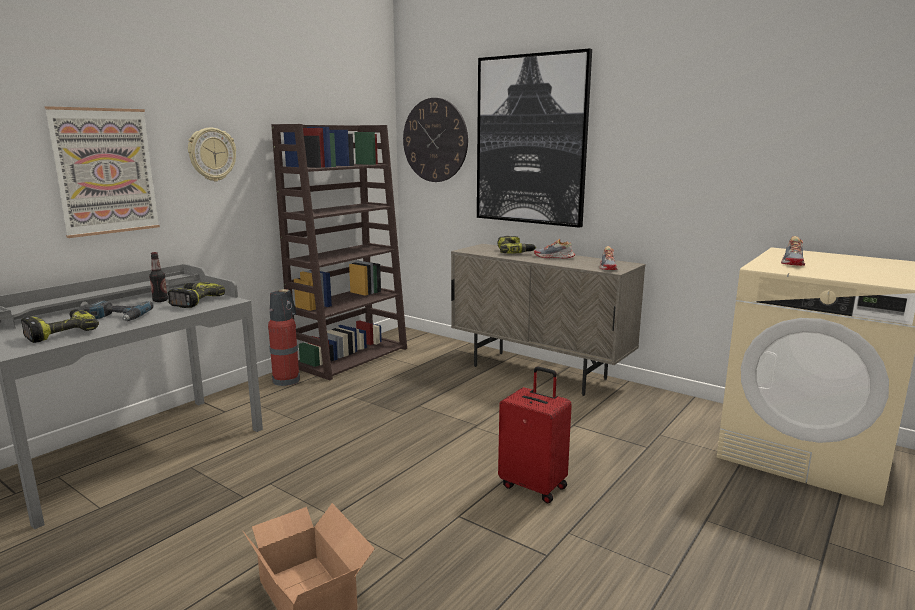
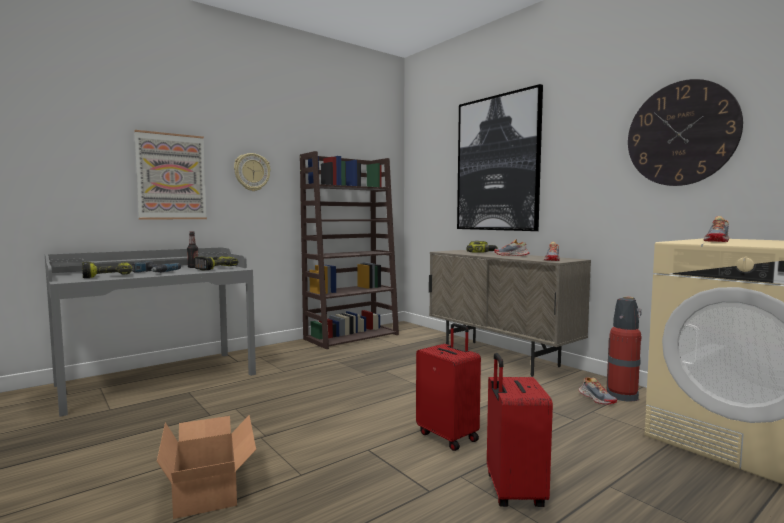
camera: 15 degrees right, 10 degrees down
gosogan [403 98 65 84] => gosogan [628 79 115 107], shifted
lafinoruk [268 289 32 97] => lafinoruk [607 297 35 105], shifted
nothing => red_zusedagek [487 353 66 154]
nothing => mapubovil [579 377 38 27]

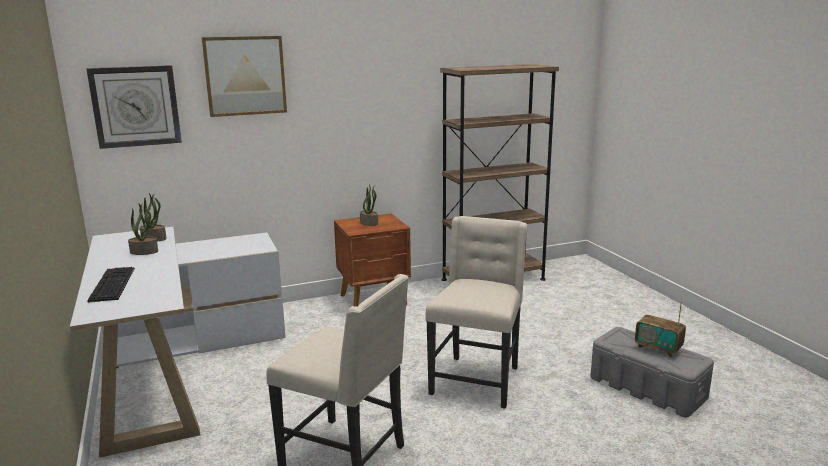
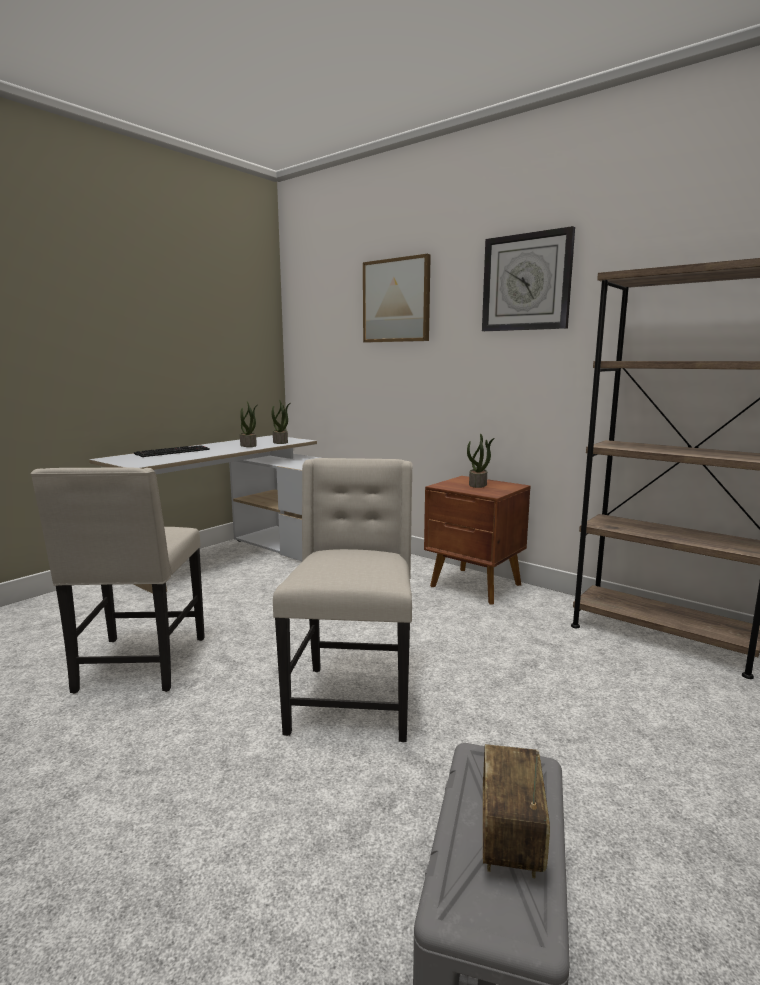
camera: 60 degrees right, 5 degrees down
gosogan [87 65 95 84] => gosogan [482 226 93 105], shifted
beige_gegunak [426 216 101 193] => beige_gegunak [273 458 139 284], 75 degrees counterclockwise

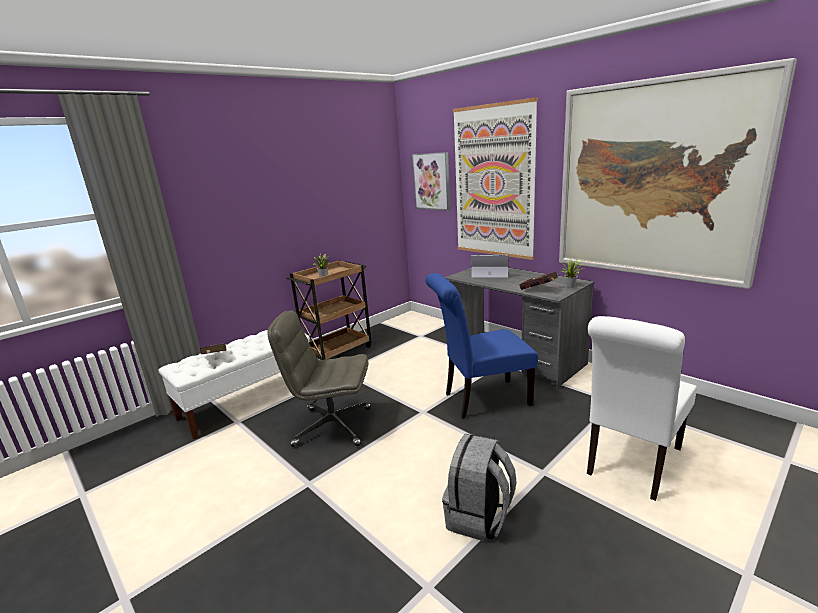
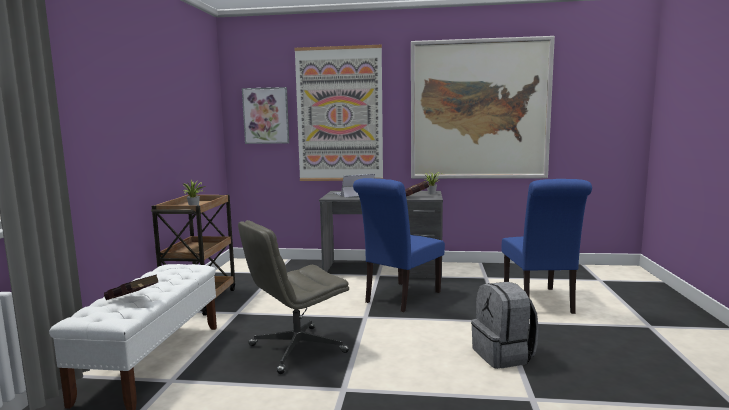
camera: 40 degrees left, 10 degrees down
white_gegunak [587 316 110 185] => blue_gegunak [502 179 90 135]

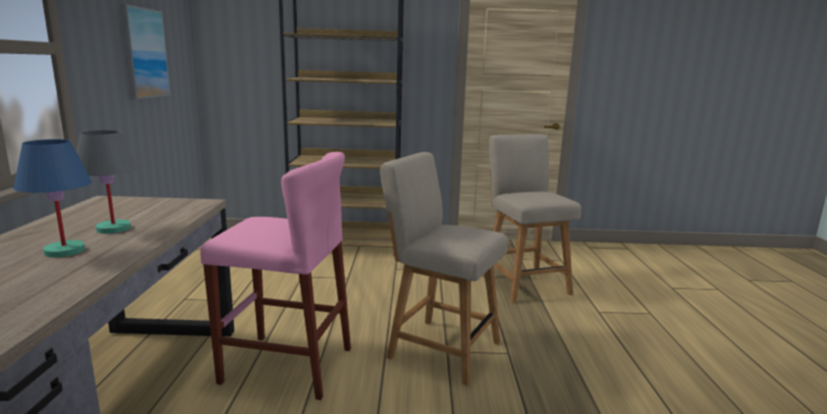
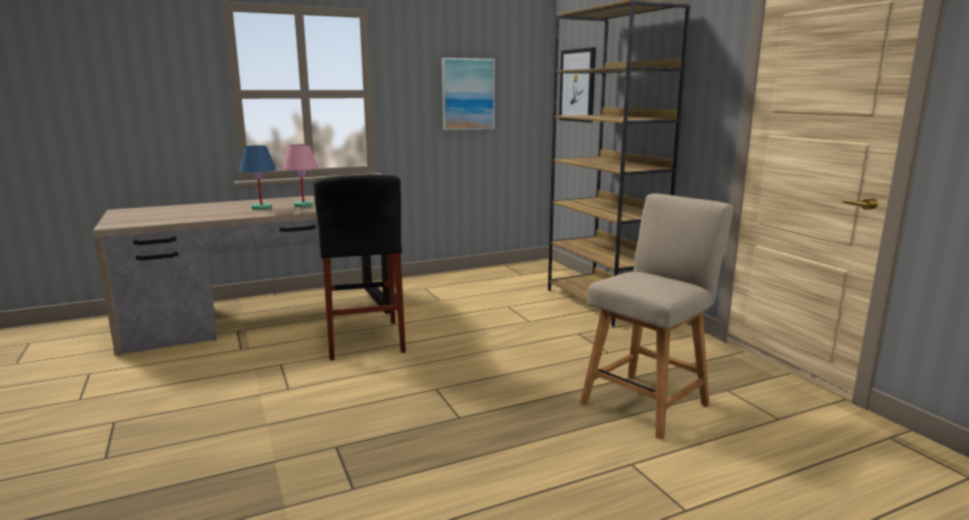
camera: 65 degrees right, 0 degrees up
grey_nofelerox [76 130 61 104] => pink_nofelerox [283 144 35 63]
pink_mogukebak [200 152 151 248] => black_mogukebak [313 174 93 186]
beige_gegunak [380 152 128 234] => nothing
nothing => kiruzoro [559 47 37 76]

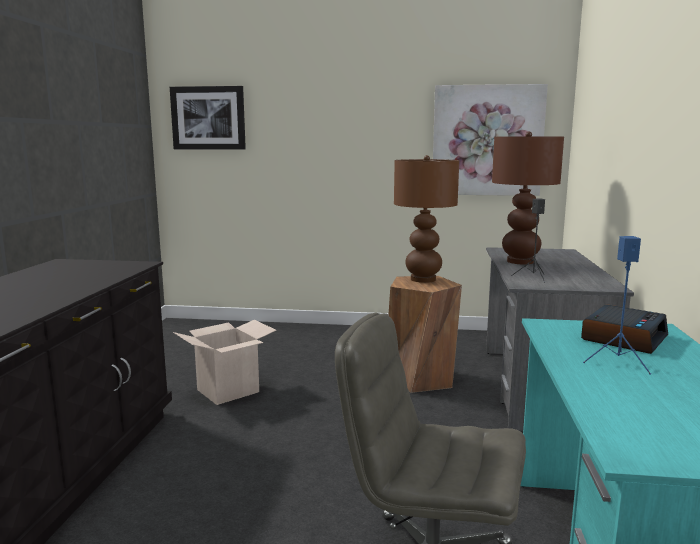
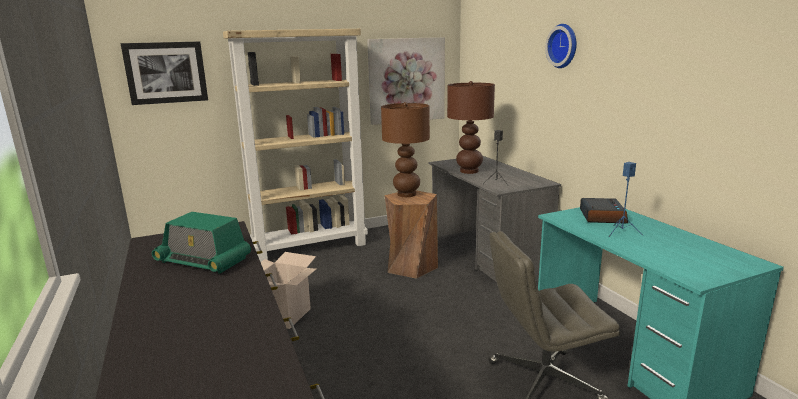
camera: 30 degrees left, 5 degrees up
nothing => gosogan [545 24 32 44]
nothing => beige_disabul [223 29 145 233]
nothing => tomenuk [152 212 99 62]

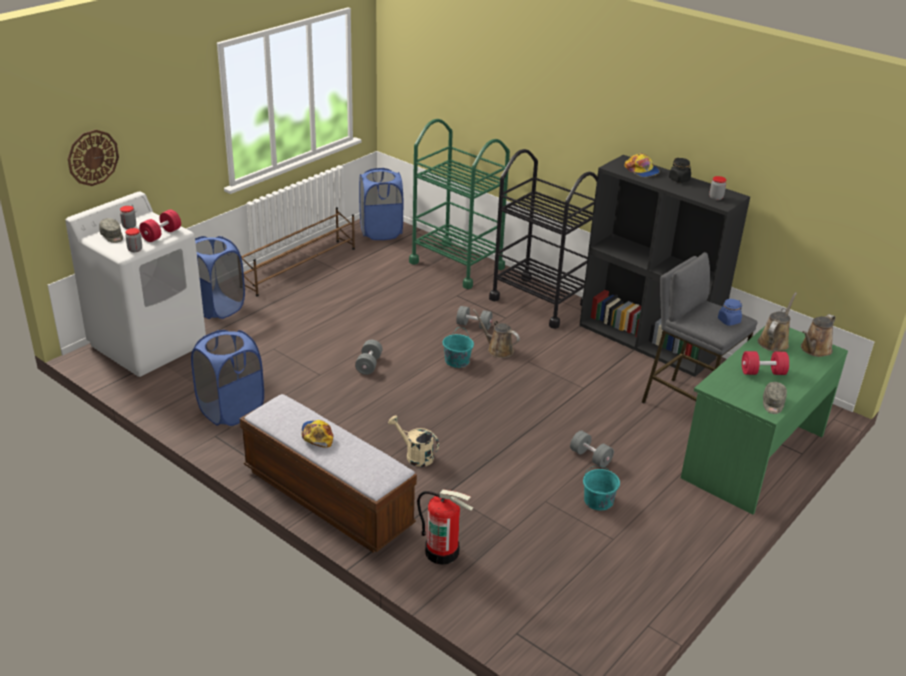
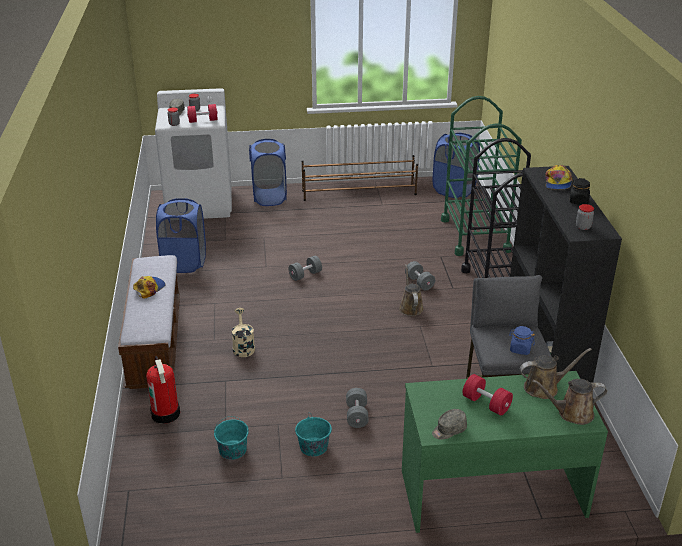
camera: 45 degrees right, 0 degrees up
gosogan [68 130 51 56] => nothing
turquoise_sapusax [443 327 31 41] => turquoise_sapusax [214 416 35 44], shifted

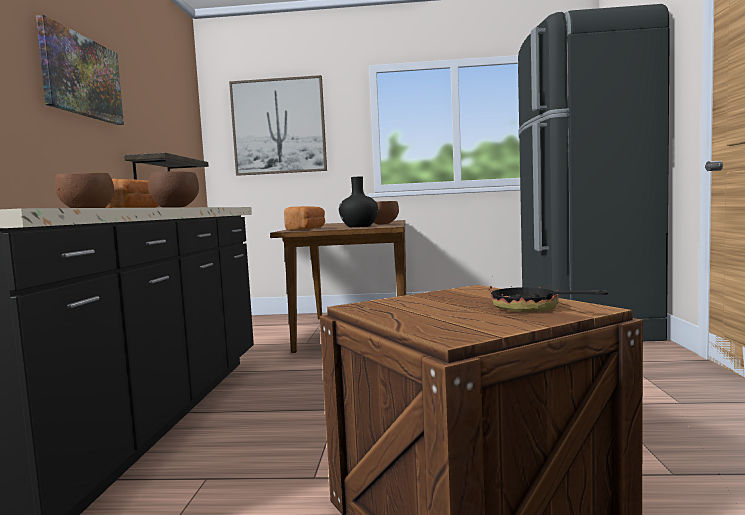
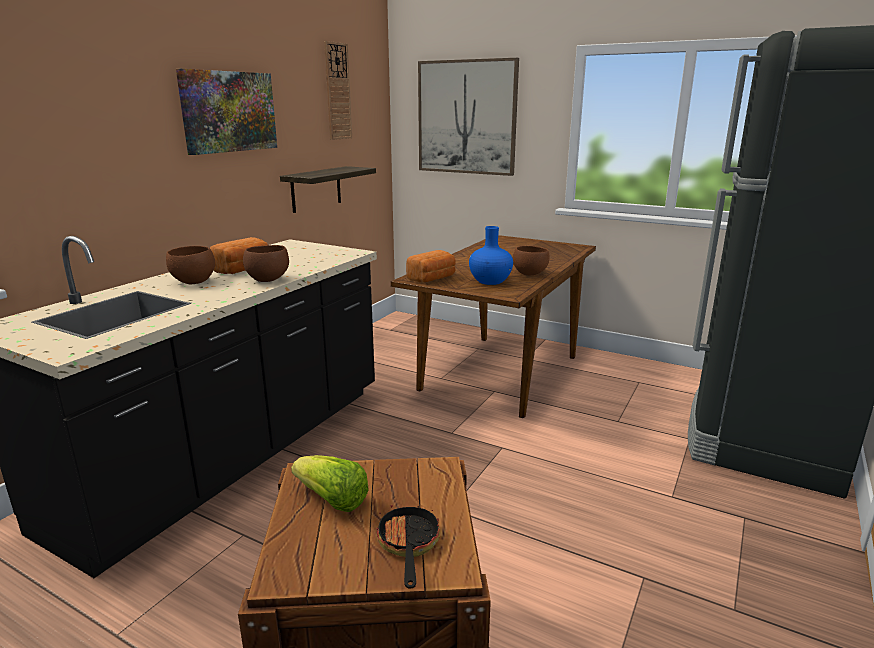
camera: 25 degrees right, 15 degrees up
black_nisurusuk [339 177 39 50] => blue_nisurusuk [469 226 44 59]
nothing => gosogan [324 41 28 99]
nothing => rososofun [291 455 78 57]

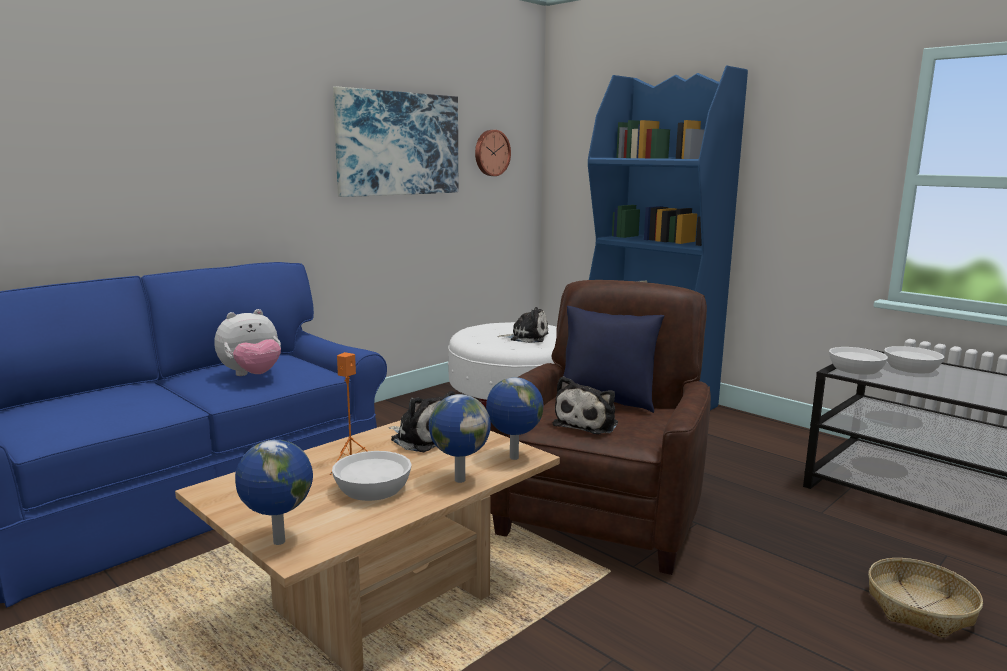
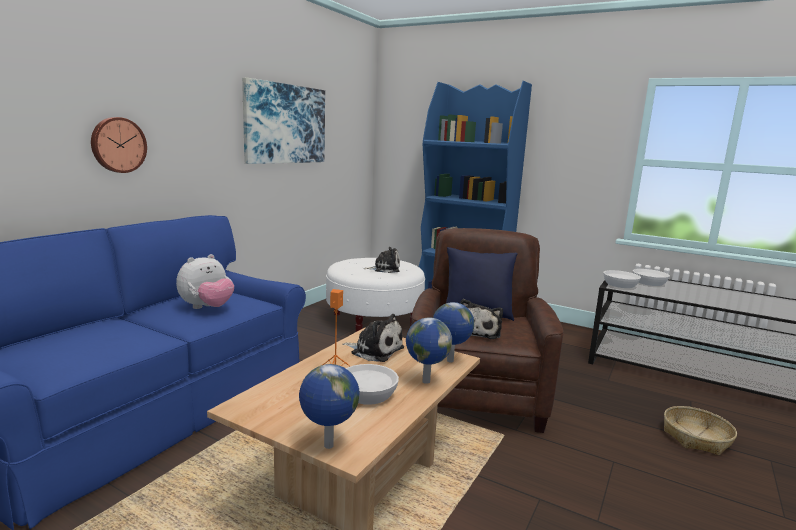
camera: 15 degrees left, 0 degrees up
gosogan [475 130 36 46] => gosogan [91 117 56 56], shifted

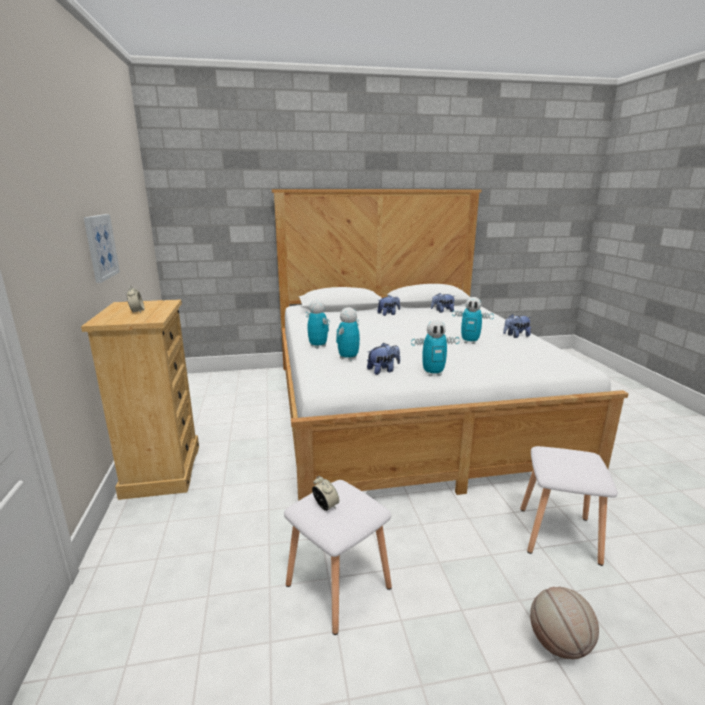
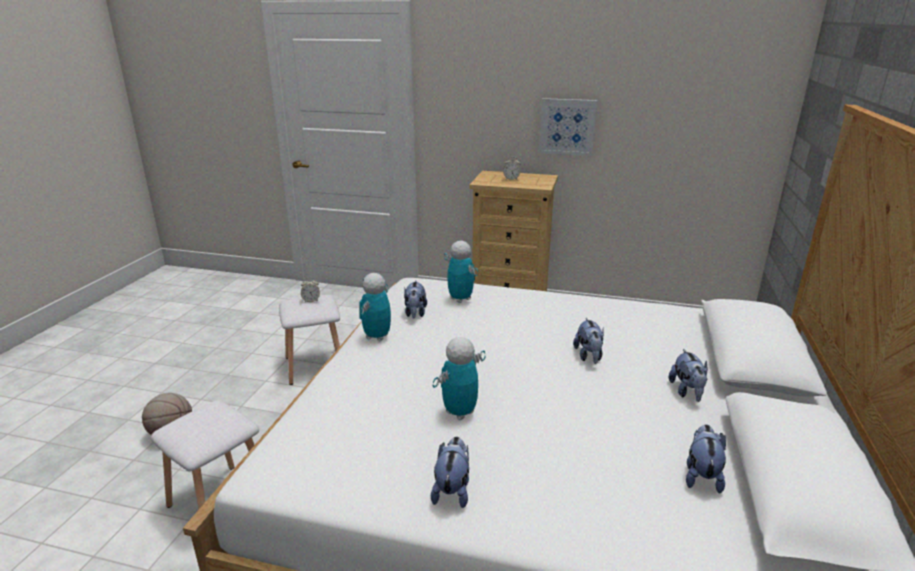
camera: 115 degrees right, 5 degrees up
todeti [306 300 24 49] => nothing
nothing => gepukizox [573 318 31 46]

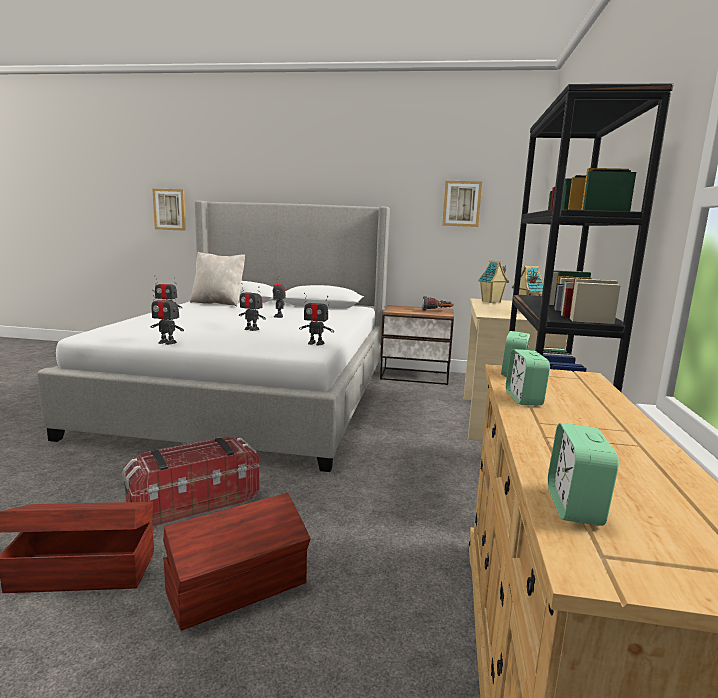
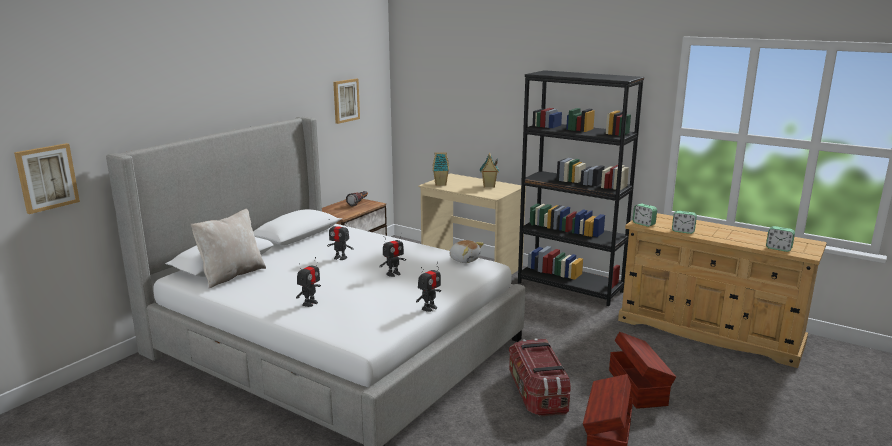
camera: 65 degrees left, 5 degrees up
todeti [299 293 35 52] => gepukizox [450 240 34 23]

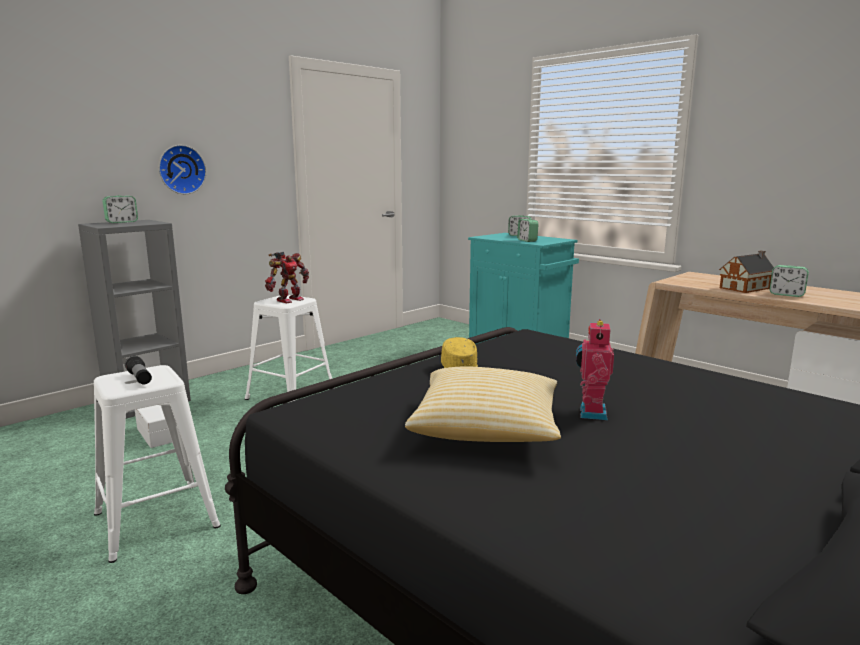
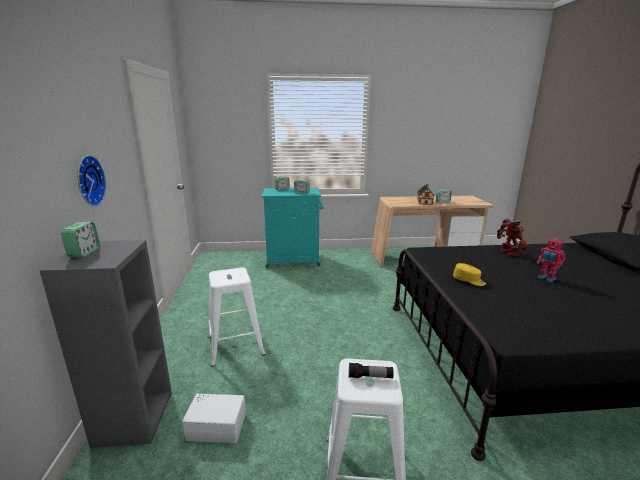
camera: 50 degrees left, 5 degrees up
todeti [265 252 44 52] => todeti [497 219 30 37], shifted
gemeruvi [405 366 156 76] => nothing

